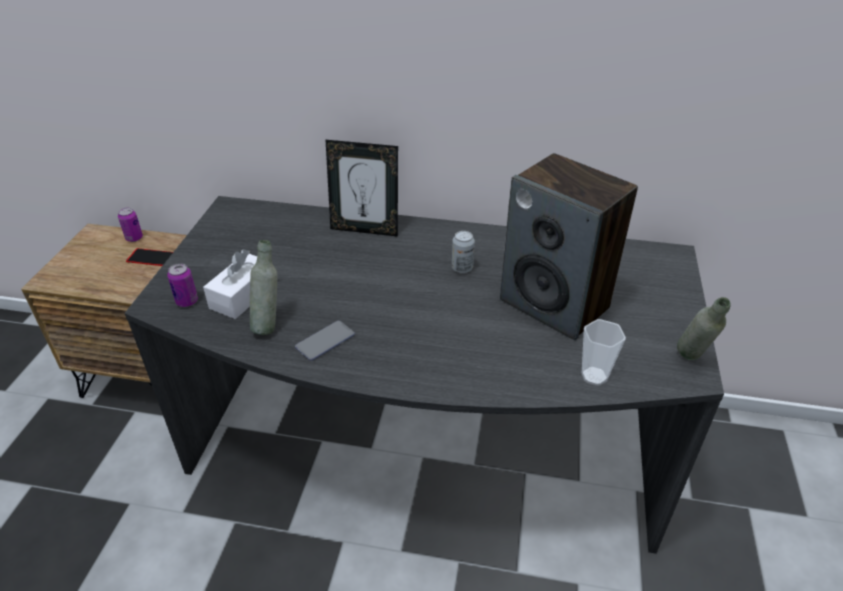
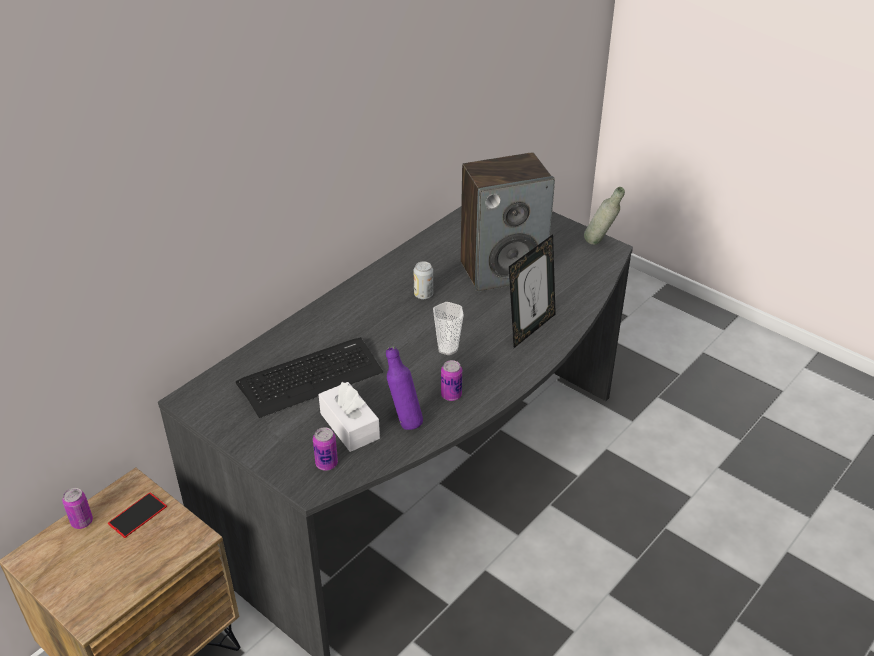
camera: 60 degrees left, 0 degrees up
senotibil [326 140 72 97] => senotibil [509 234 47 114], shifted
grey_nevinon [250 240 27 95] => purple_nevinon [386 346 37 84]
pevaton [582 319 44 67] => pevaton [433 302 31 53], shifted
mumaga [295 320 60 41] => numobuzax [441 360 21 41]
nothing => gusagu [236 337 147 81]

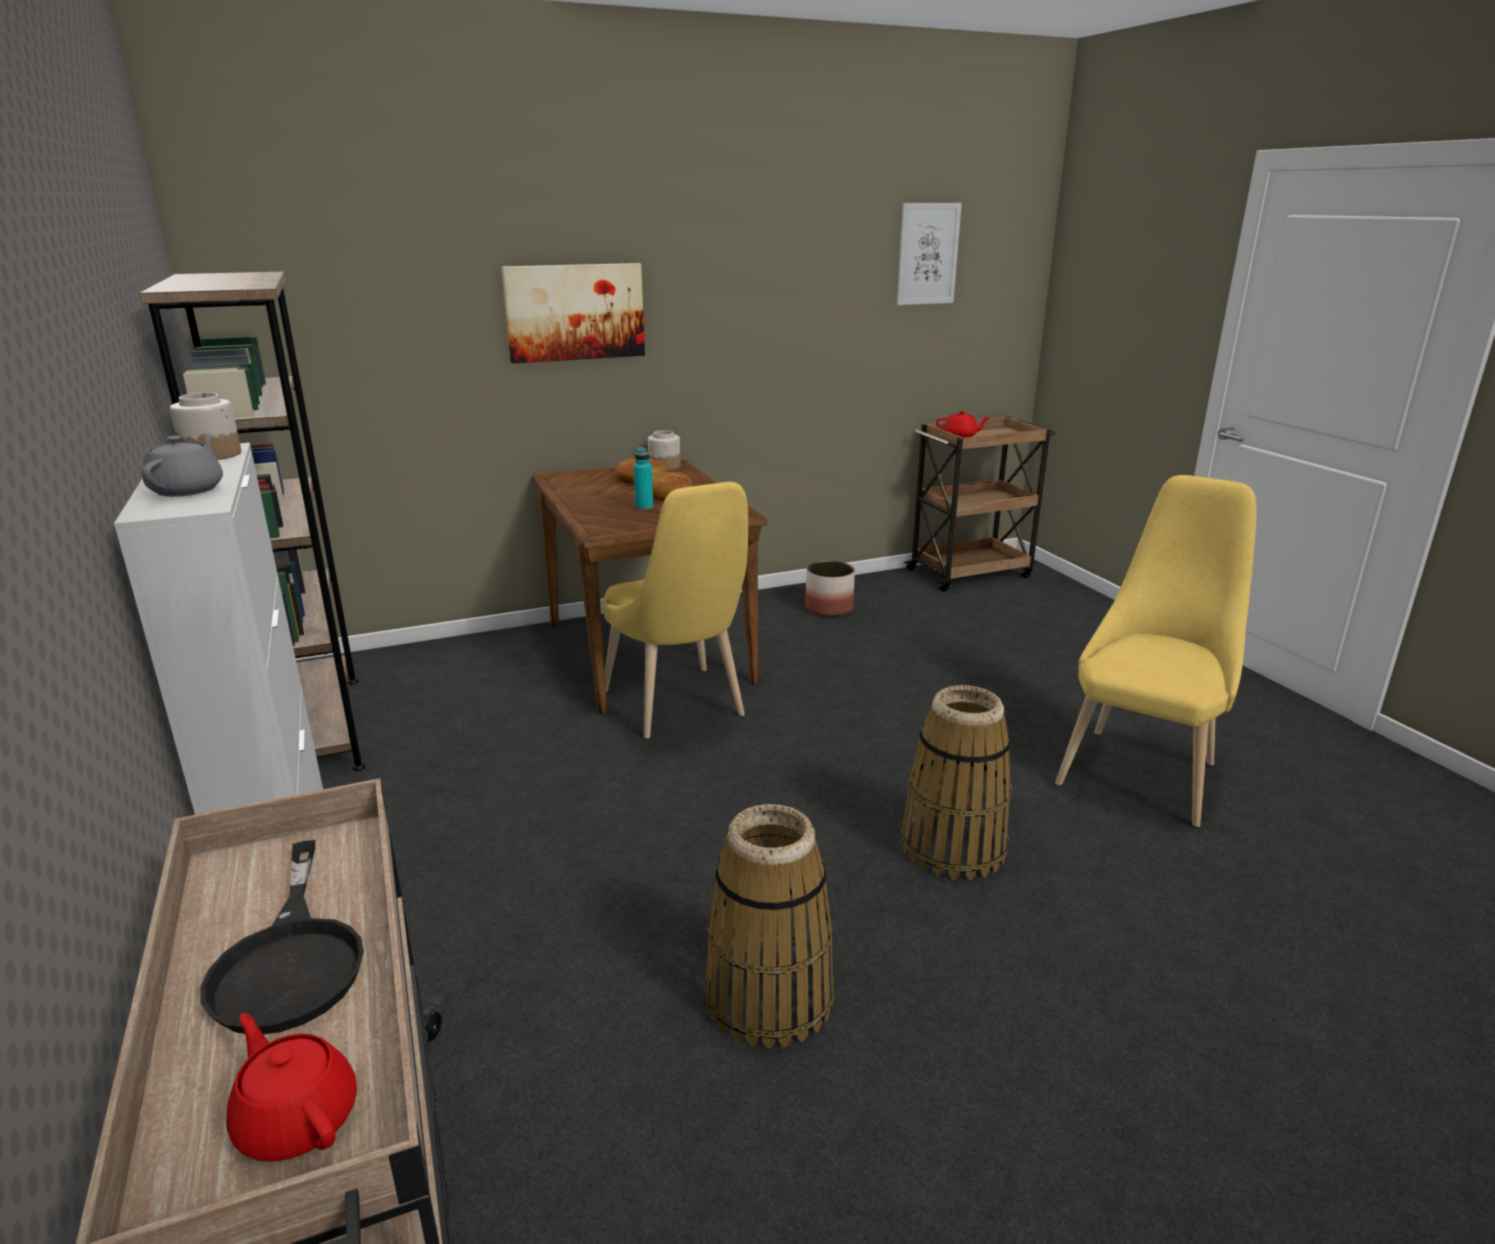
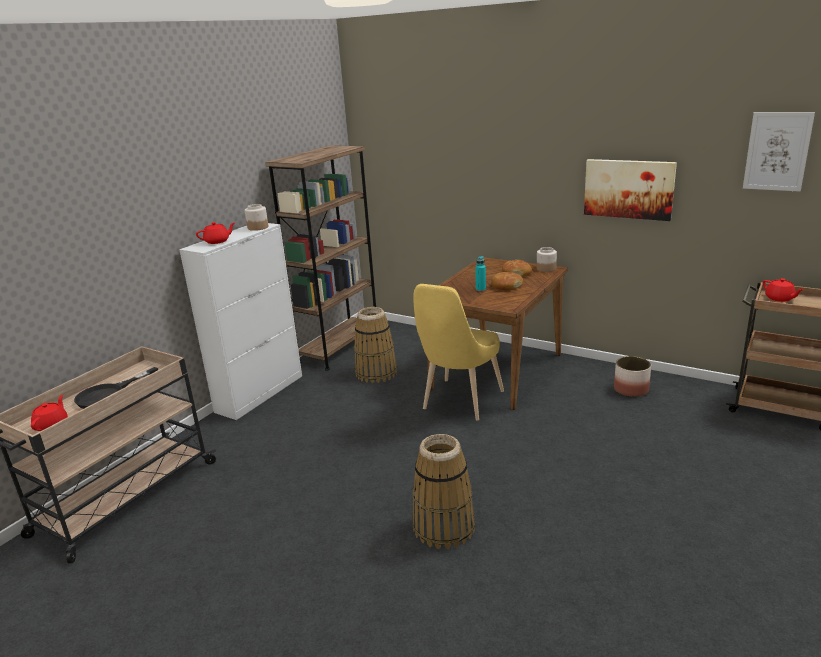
camera: 55 degrees right, 0 degrees up
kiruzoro [501 263 144 100] => kiruzoro [584 159 93 62], shifted
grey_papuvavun [142 434 81 63] => red_papuvavun [196 222 39 22]
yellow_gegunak [1055 475 202 352] => nothing
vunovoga [704 804 131 244] => vunovoga [354 307 43 76], shifted

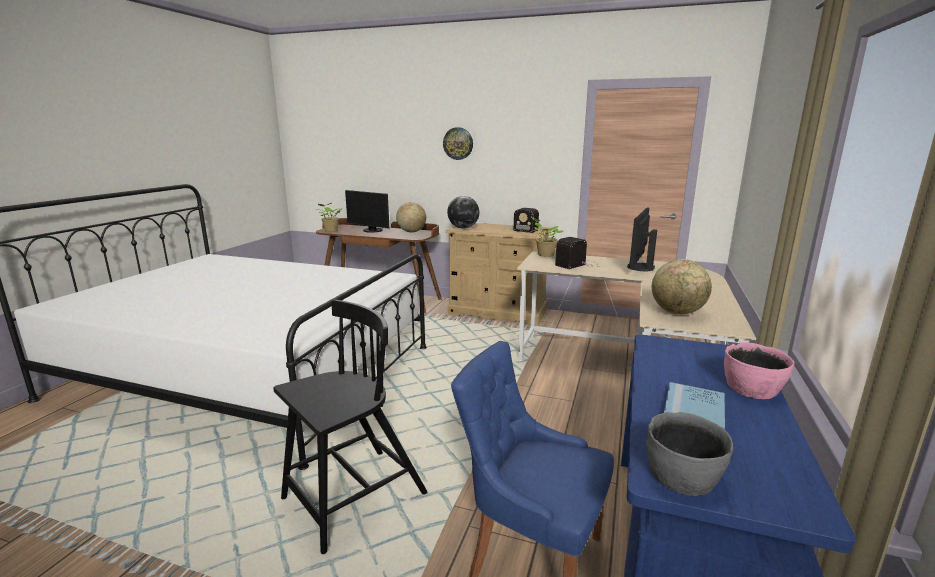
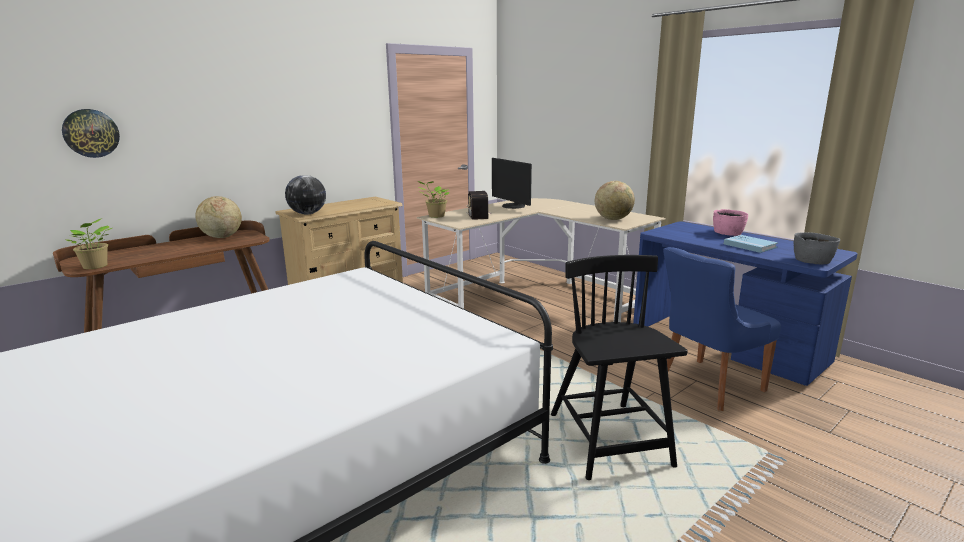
camera: 60 degrees left, 0 degrees up
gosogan [443 127 30 33] => gosogan [62 109 58 49], shifted
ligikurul [345 190 45 43] => nothing
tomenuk [504 208 35 25] => nothing

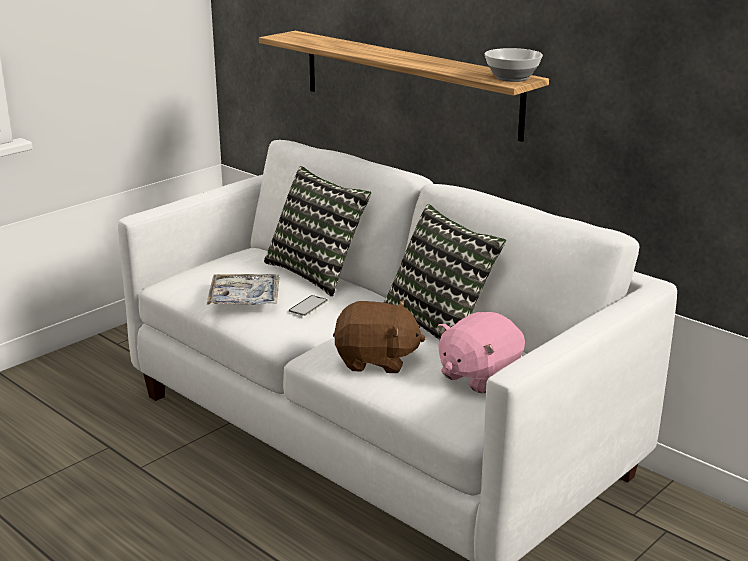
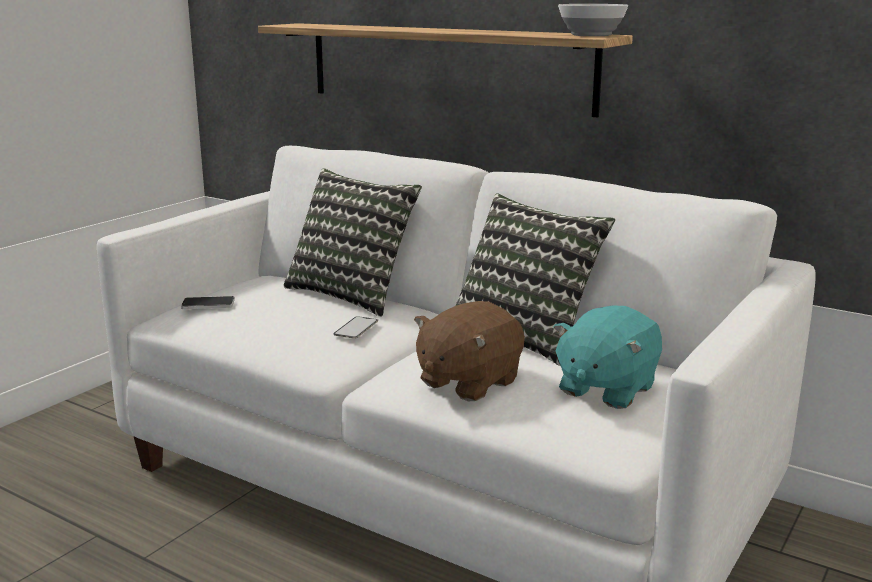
camera: 10 degrees left, 5 degrees down
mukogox [207 274 73 31] => nothing
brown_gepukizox [333 300 93 73] => brown_gepukizox [414 301 111 100], 135 degrees clockwise
pink_gepukizox [438 312 87 81] => turquoise_gepukizox [553 306 109 103]
nothing => mumaga [181 296 54 13]

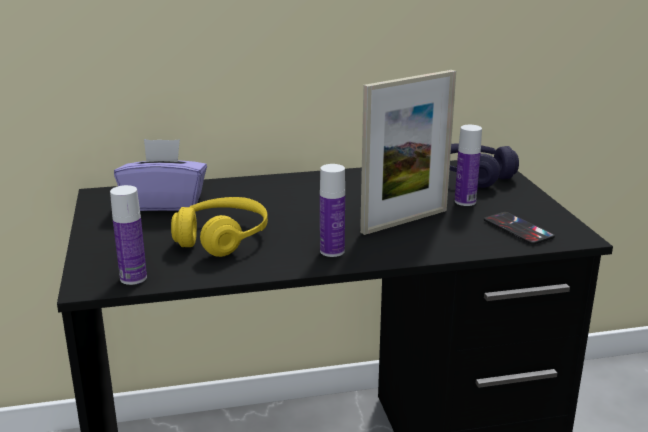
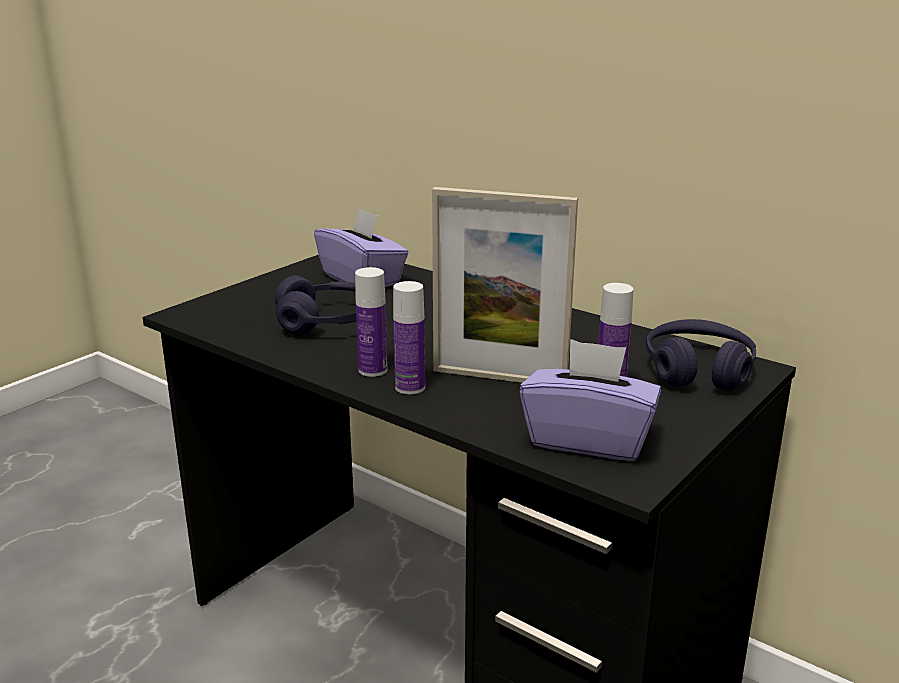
camera: 50 degrees right, 0 degrees up
nevinon [110 185 37 100] => nevinon [393 281 32 114], shifted
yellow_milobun [171 197 97 60] => purple_milobun [275 275 81 60]
mumaga [484 212 71 33] => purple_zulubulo [519 339 142 122]

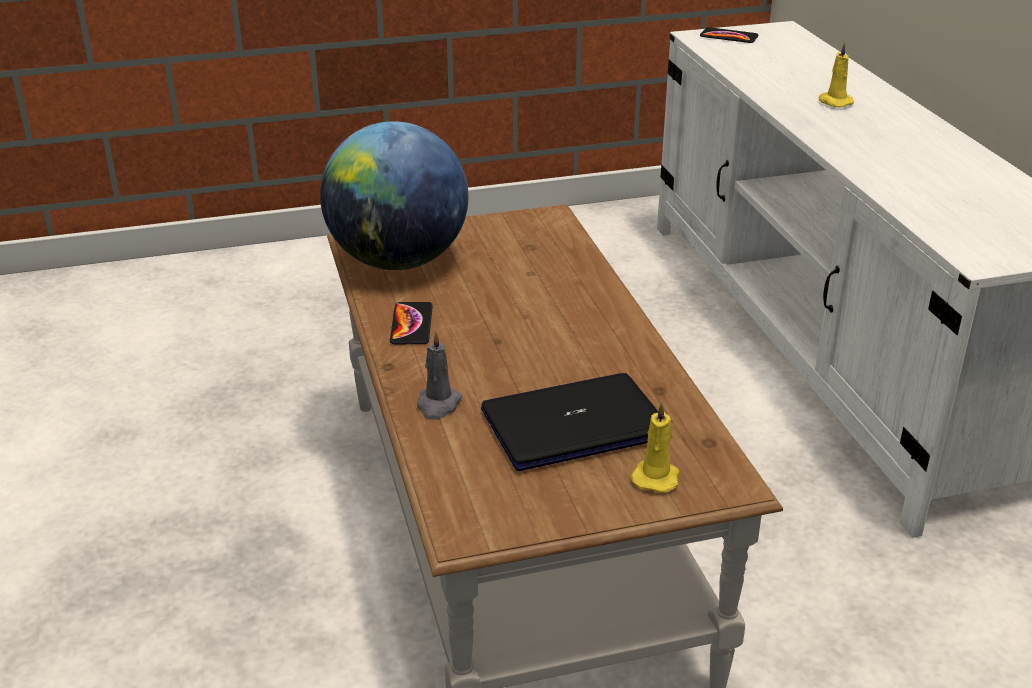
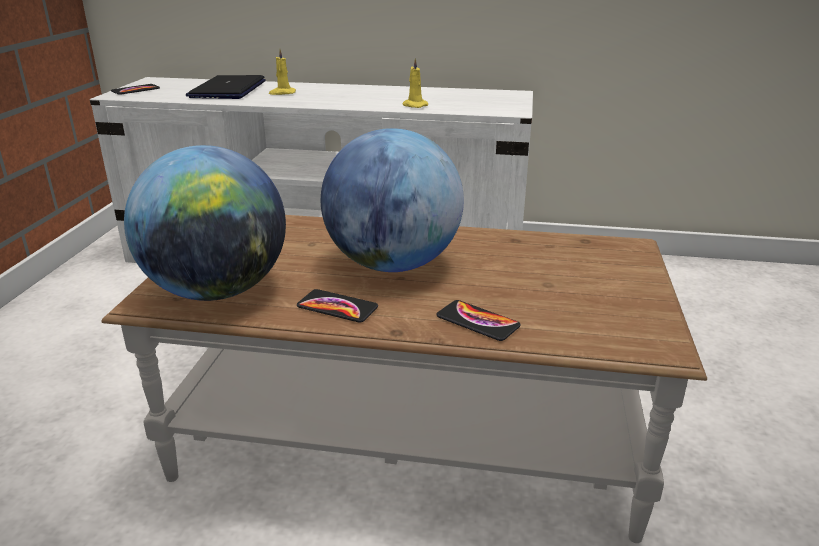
camera: 65 degrees left, 5 degrees down
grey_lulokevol [417 331 45 89] => mumaga [436 300 85 41]
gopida [481 373 177 98] => gopida [186 75 80 24], shifted
yellow_lulokevol [631 402 48 91] => yellow_lulokevol [403 58 25 50], shifted
nothing => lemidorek [321 128 143 144]

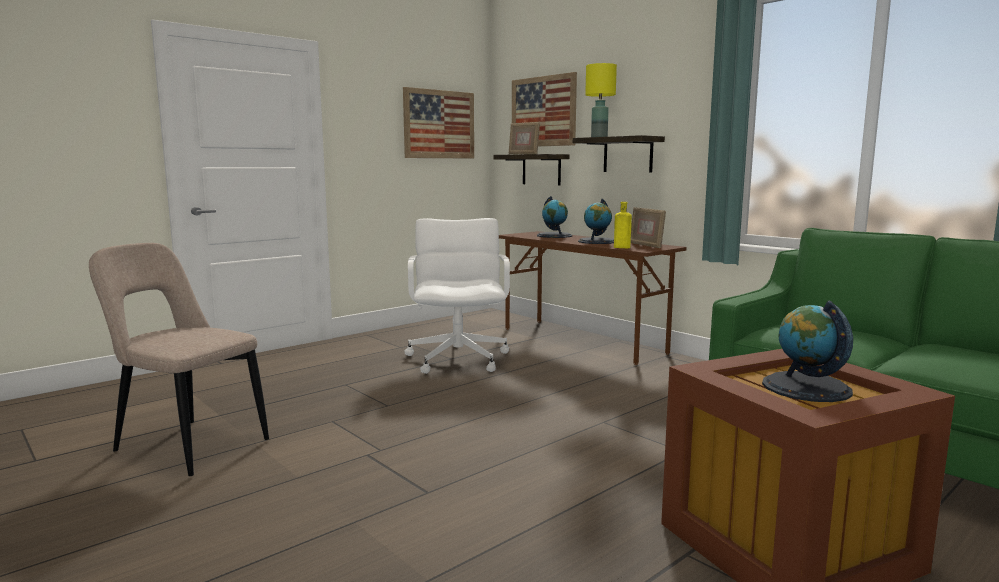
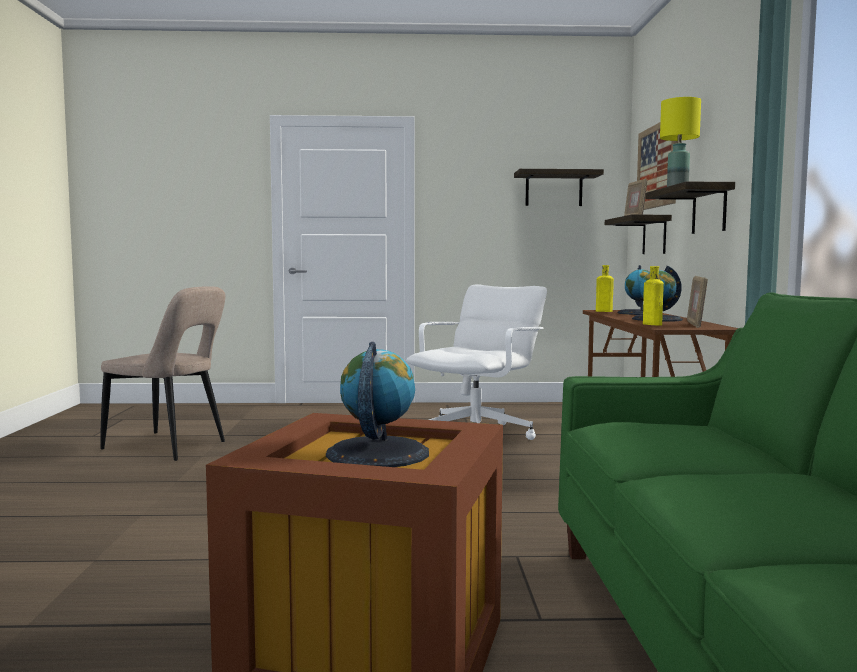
camera: 40 degrees right, 5 degrees down
kiruzoro [403 87 71 72] => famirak [514 169 90 37]
beige_gegunak [89 243 180 233] => beige_gegunak [100 286 126 175], 135 degrees clockwise
nothing => yellow_nevinon [596 265 18 47]

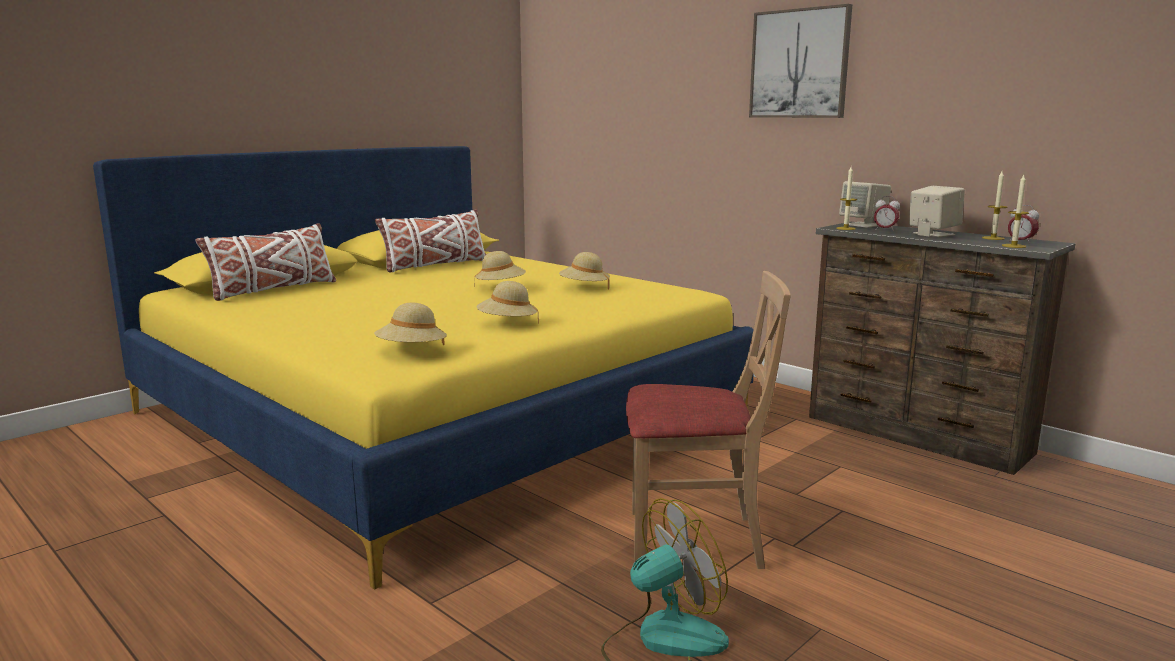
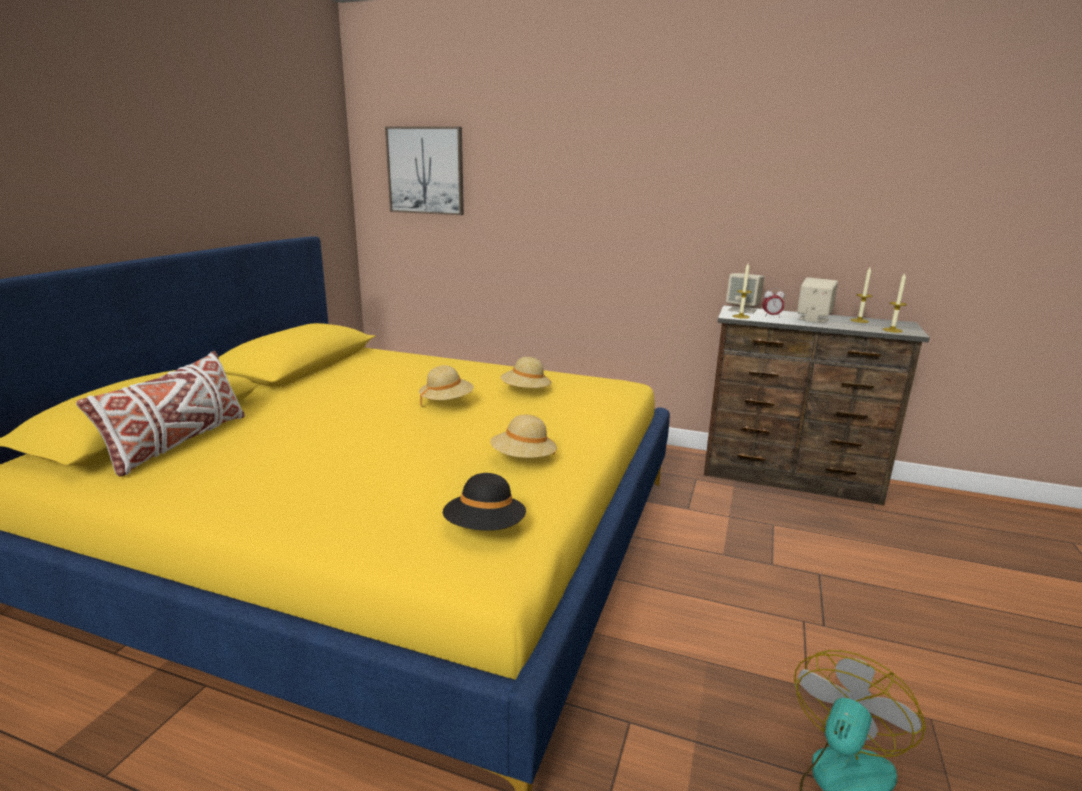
camera: 25 degrees left, 5 degrees up
kiruzoro [749 4 103 114] => kiruzoro [385 127 79 88], shifted
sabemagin [1008 205 31 39] => nothing
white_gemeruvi [375 210 111 62] => nothing
beige_gegunak [626 271 165 298] => nothing
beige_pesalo [374 303 73 42] => black_pesalo [443 473 83 58]

